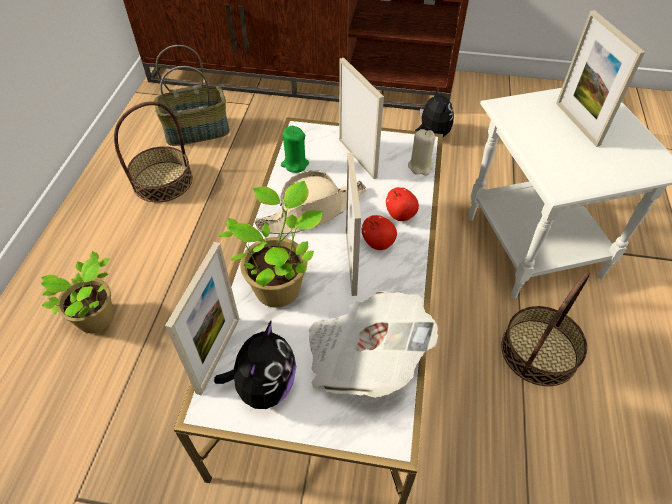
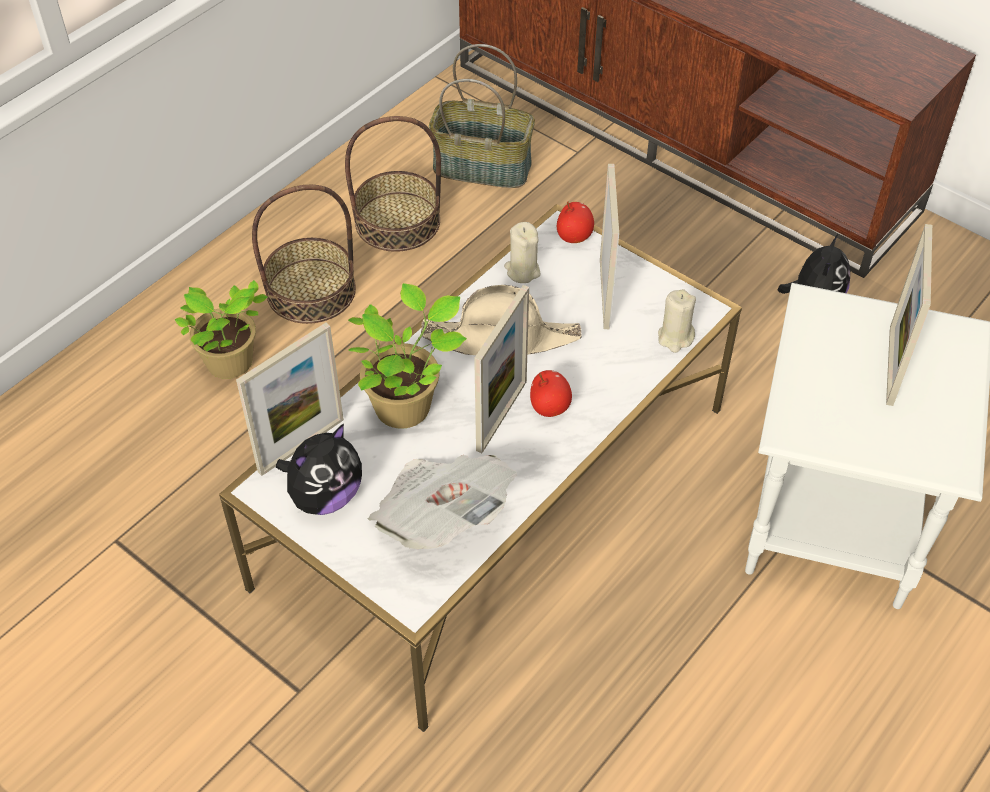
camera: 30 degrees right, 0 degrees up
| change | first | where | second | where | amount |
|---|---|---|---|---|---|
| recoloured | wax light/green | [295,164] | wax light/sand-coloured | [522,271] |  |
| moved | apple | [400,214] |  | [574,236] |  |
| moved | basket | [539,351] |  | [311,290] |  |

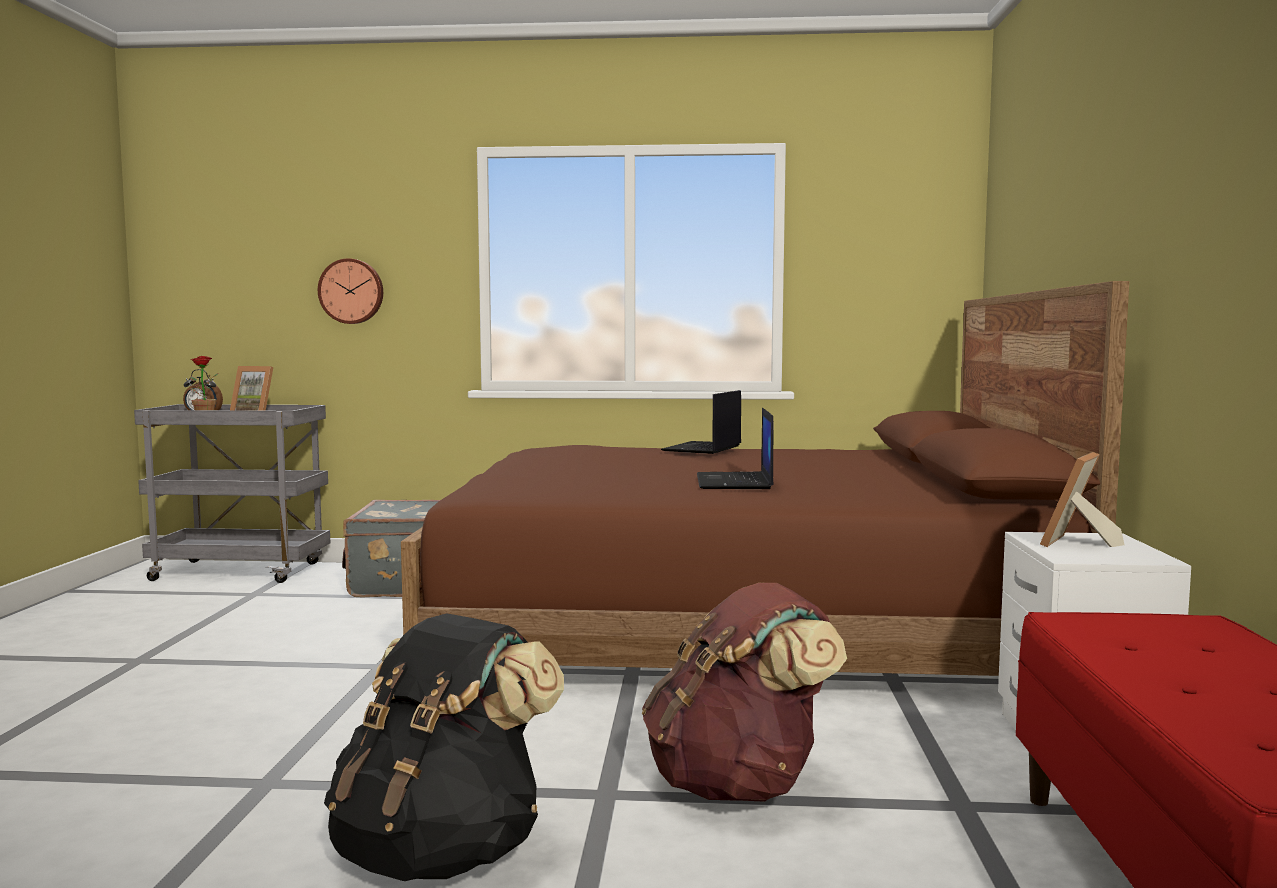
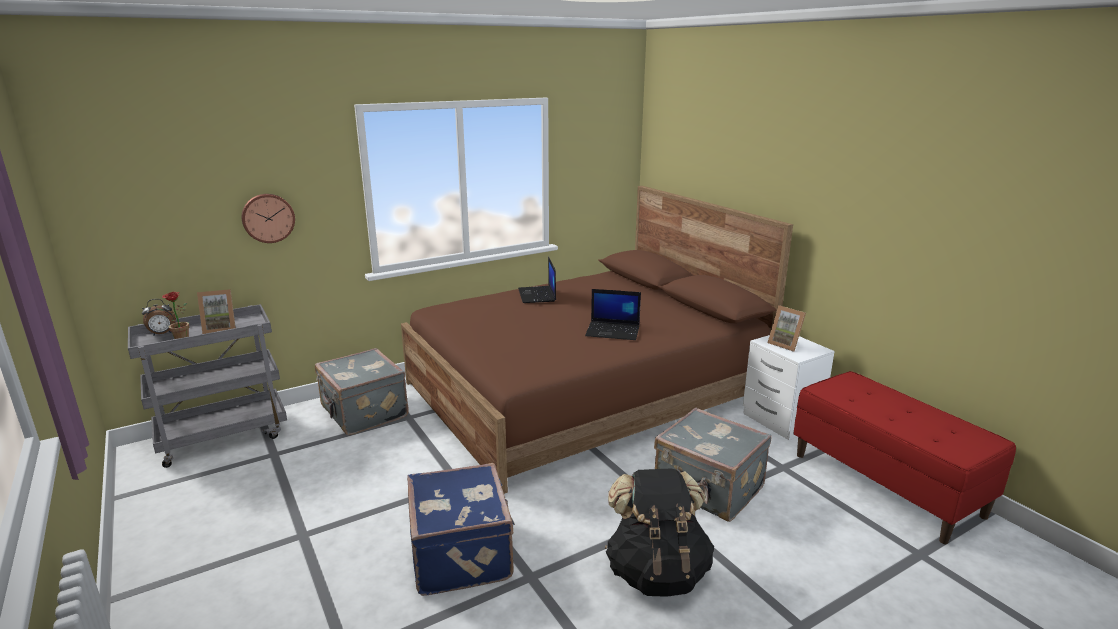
camera: 35 degrees left, 15 degrees up
| change | first | where | second | where | amount |
|---|---|---|---|---|---|
| turned | notebook computer | [735,482] |  | [613,331] | 45 degrees counterclockwise |
| turned | picture frame | [1077,544] |  | [785,344] | 45 degrees counterclockwise |
| replaced | rucksack/brown-coloured | [739,784] | piece of luggage/gray | [708,489] |  |
| added |  |  | piece of luggage/blue | [463,553] |  |

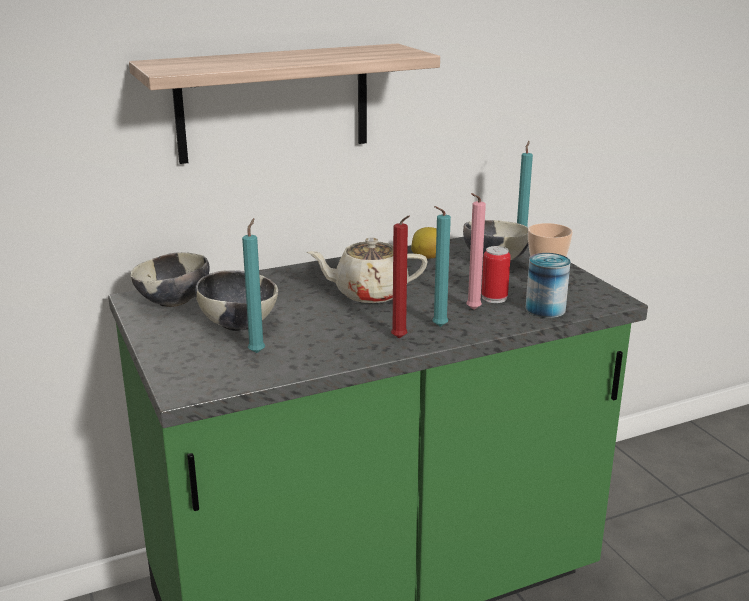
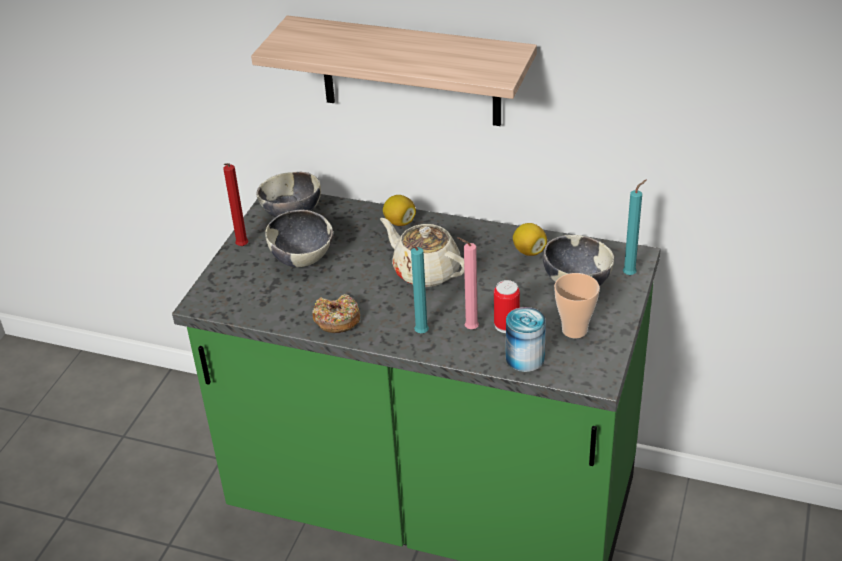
camera: 45 degrees right, 15 degrees up
| change | first | where | second | where | amount |
|---|---|---|---|---|---|
| moved | wax light/red-coloured | [400,339] |  | [241,247] |  |
| removed | wax light/blue-green | [258,351] |  |  |  |
| added |  |  | citrus fruit | [399,222] |  |
| added |  |  | ring doughnut | [336,320] |  |

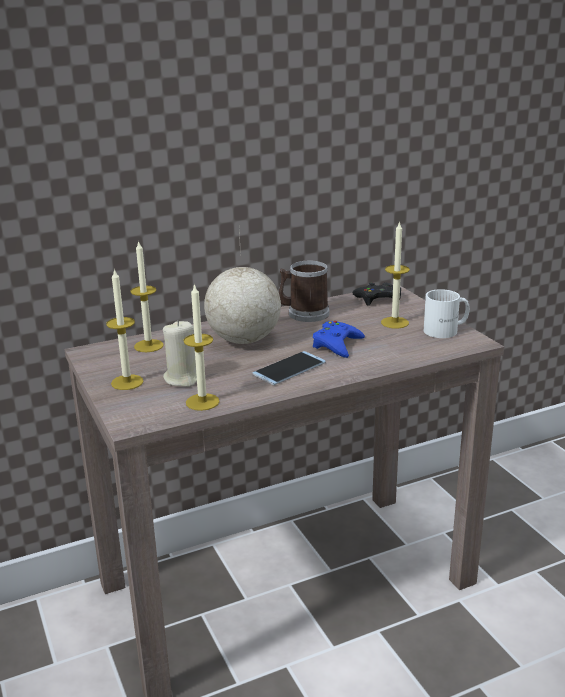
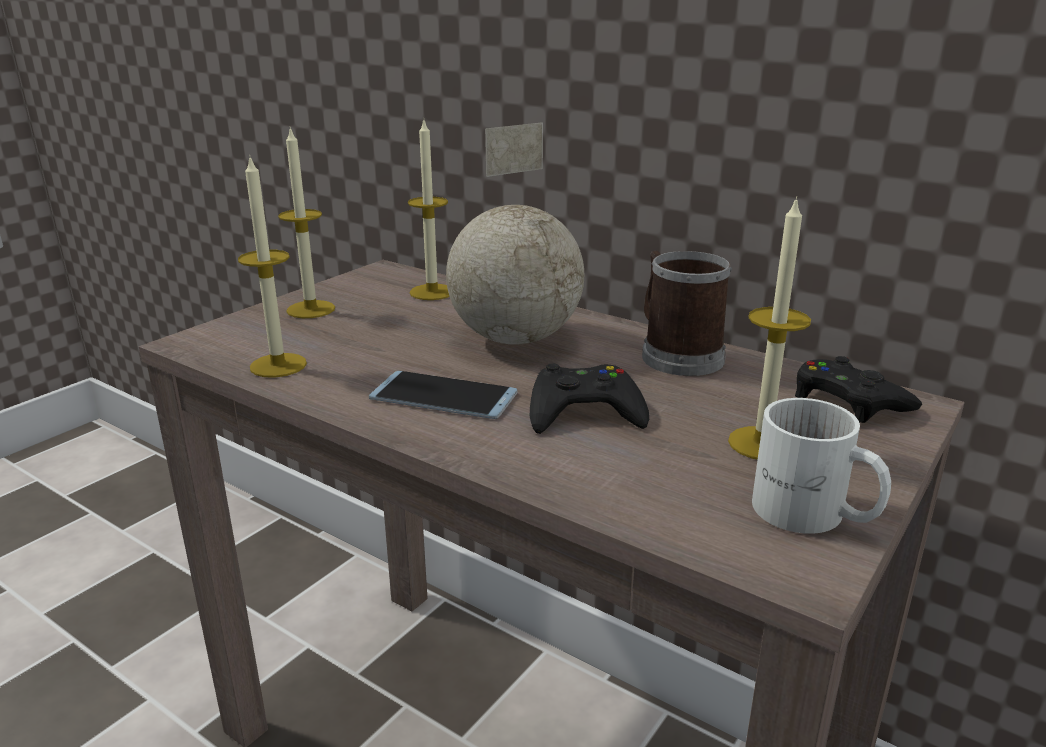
camera: 60 degrees right, 0 degrees up
| change | first | where | second | where | amount |
|---|---|---|---|---|---|
| removed | wax light/sand-coloured | [183,379] |  |  |  |
| recoloured | joypad/blue | [337,344] | joypad/blackish | [584,412] |  |

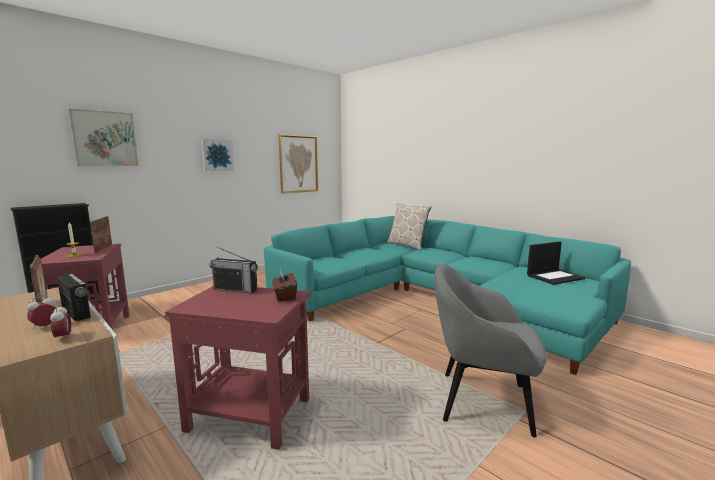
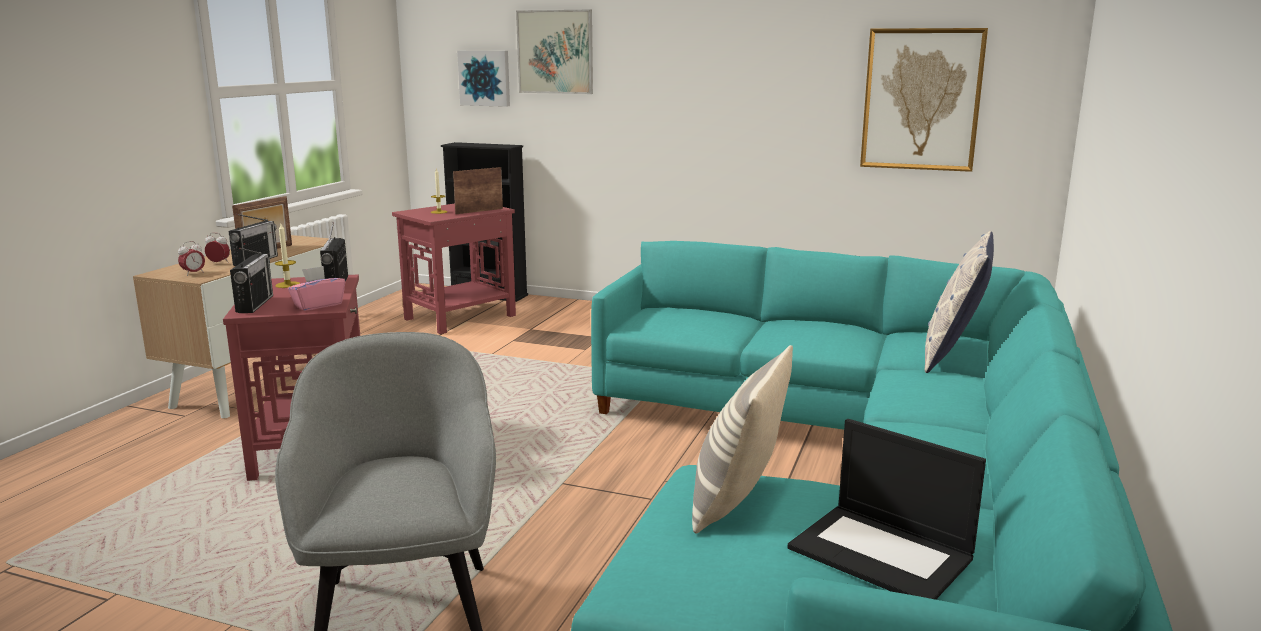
camera: 65 degrees right, 5 degrees up
| change | first | where | second | where | amount |
|---|---|---|---|---|---|
| moved | picture | [217,155] |  | [485,78] |  |
| recoloured | tissue holder/brown-coloured | [284,296] | tissue holder/pinkish | [318,305] |  |
| added |  |  | wax light | [287,285] |  |
| added |  |  | radio | [255,304] |  |
| added |  |  | pillow | [737,502] |  |

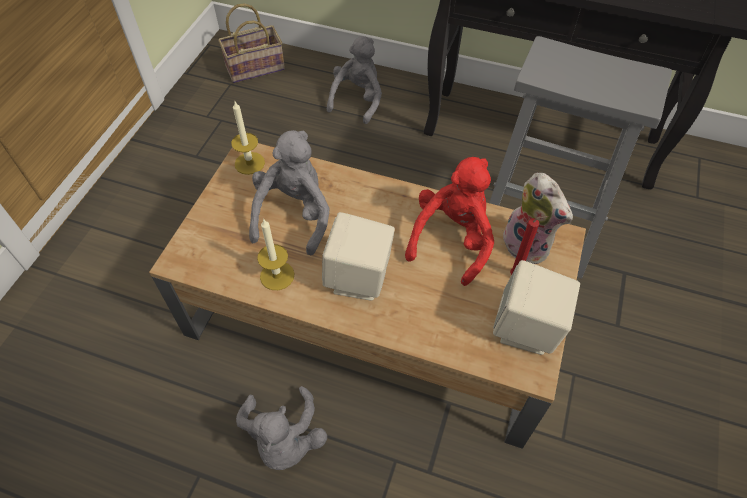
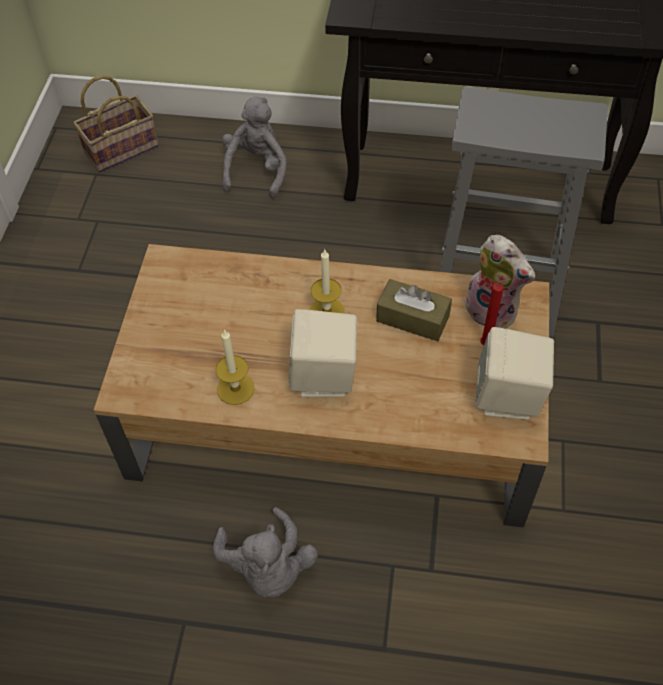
camera: 10 degrees left, 0 degrees up
| change | first | where | second | where | amount |
|---|---|---|---|---|---|
| moved | wax light | [249,163] |  | [326,311] |  |
| removed | cuddly toy/gray | [294,215] |  |  |  |
| replaced | cuddly toy/red-coloured | [452,240] | tissue holder/brown-coloured | [412,318] |  |

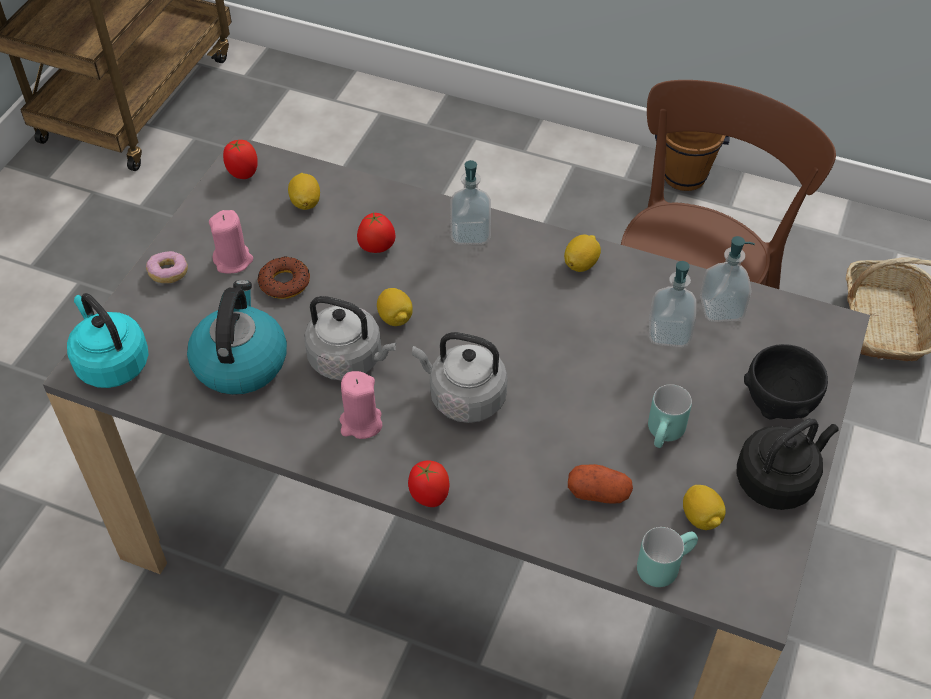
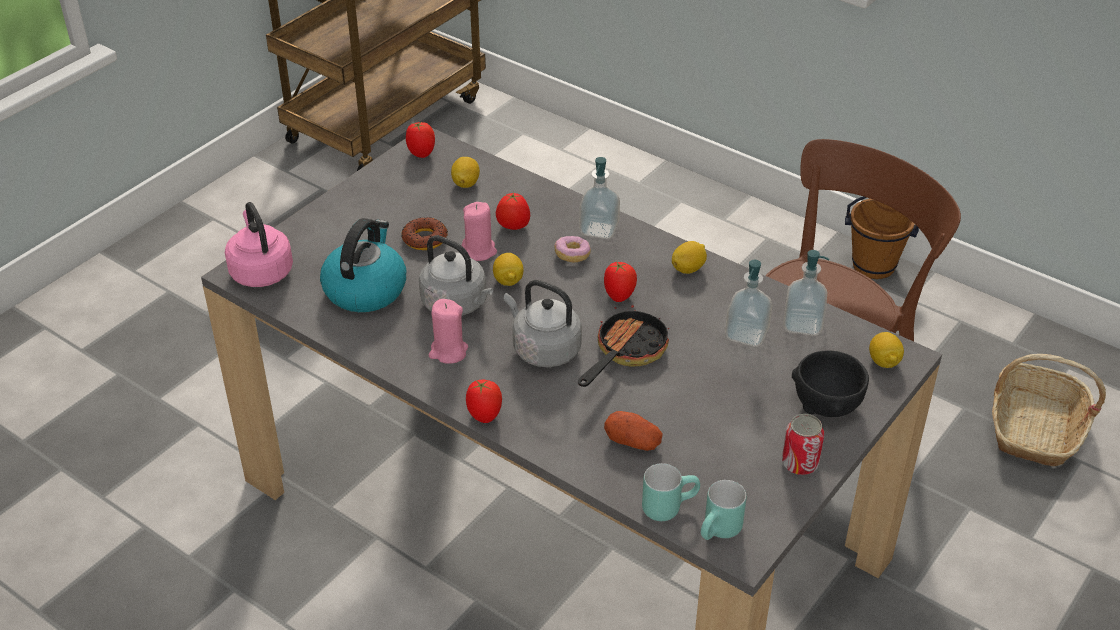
camera: 15 degrees right, 10 degrees down
| change | first | where | second | where | amount |
|---|---|---|---|---|---|
| moved | wax light/pinkish | [233,260] |  | [479,251] |  |
| moved | ring doughnut | [168,273] |  | [572,255] |  |
| recoloured | tea kettle/blue-green | [111,362] | tea kettle/pinkish | [260,271] |  |
| moved | tea mug/blue-green | [666,436] |  | [720,533] |  |
| replaced | tea kettle/blackish | [778,480] | can | [799,463] |  |
| moved | citrus fruit | [701,517] |  | [883,361] |  |
| added |  |  | whole tomato | [619,296] |  |
| added |  |  | pan | [626,352] |  |

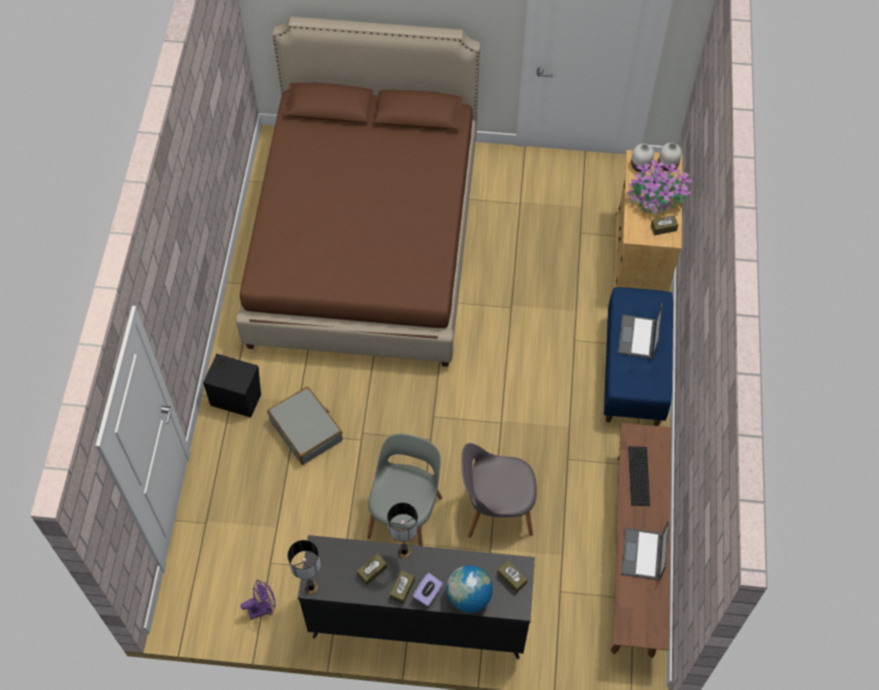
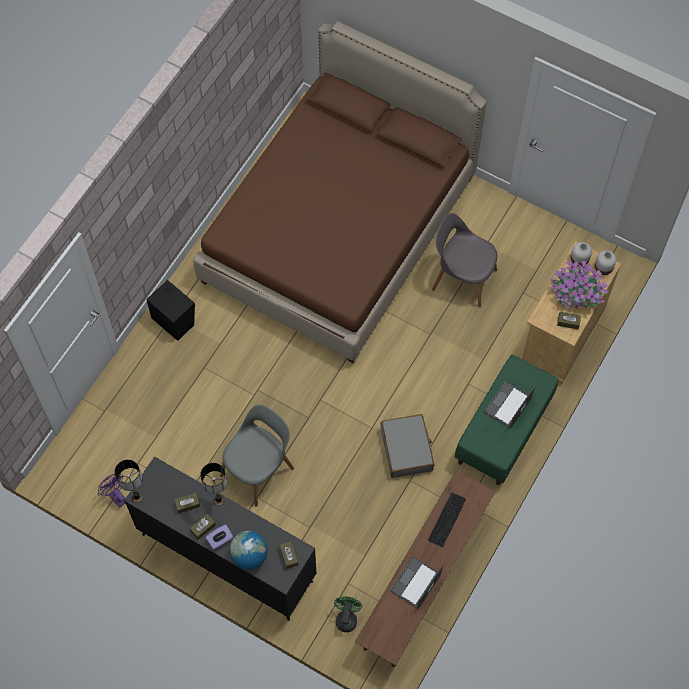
camera: 25 degrees right, 5 degrees up
| change | first | where | second | where | amount |
|---|---|---|---|---|---|
| recoloured | indoor bench/blue | [634,372] | indoor bench/green | [503,431] |  |
| moved | piece of luggage/gray | [306,430] |  | [407,449] |  |
| moved | plain chair/gray | [496,509] |  | [462,278] |  |
| turned | electric fan/purple-coloured | [263,608] |  | [116,496] | 135 degrees counterclockwise |
| added |  |  | electric fan/green | [346,618] |  |

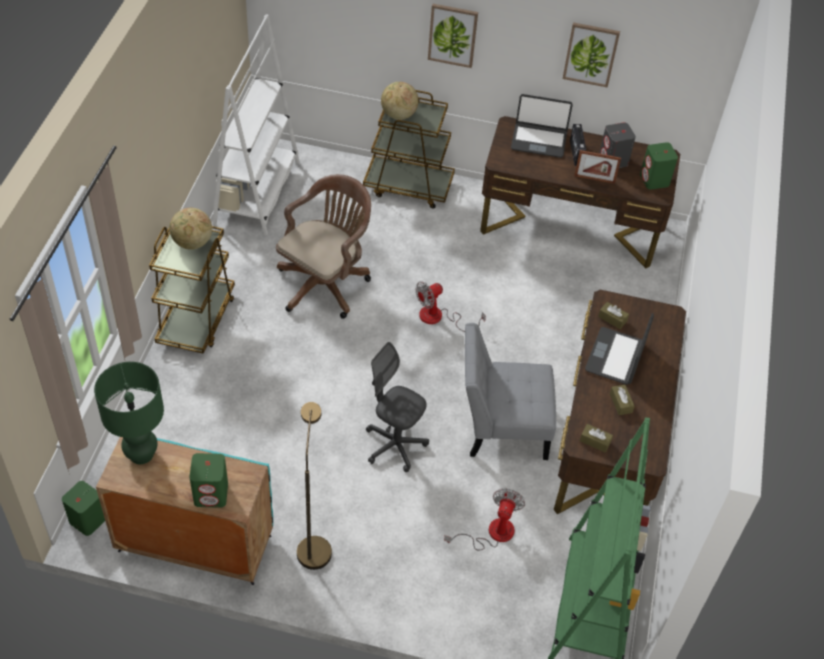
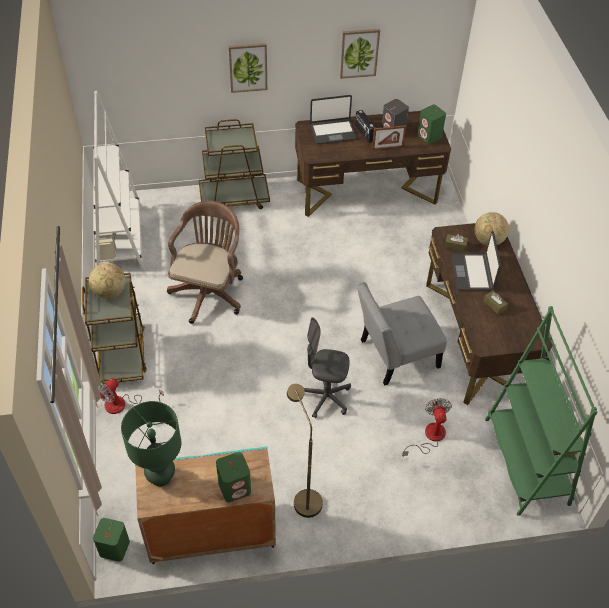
camera: 20 degrees left, 0 degrees up
| change | first | where | second | where | amount |
|---|---|---|---|---|---|
| moved | desk globe | [398,115] |  | [488,240] |  |
| moved | electric fan | [439,318] |  | [123,405] |  |
| removed | tissue holder/brown-coloured | [595,441] |  |  |  |

